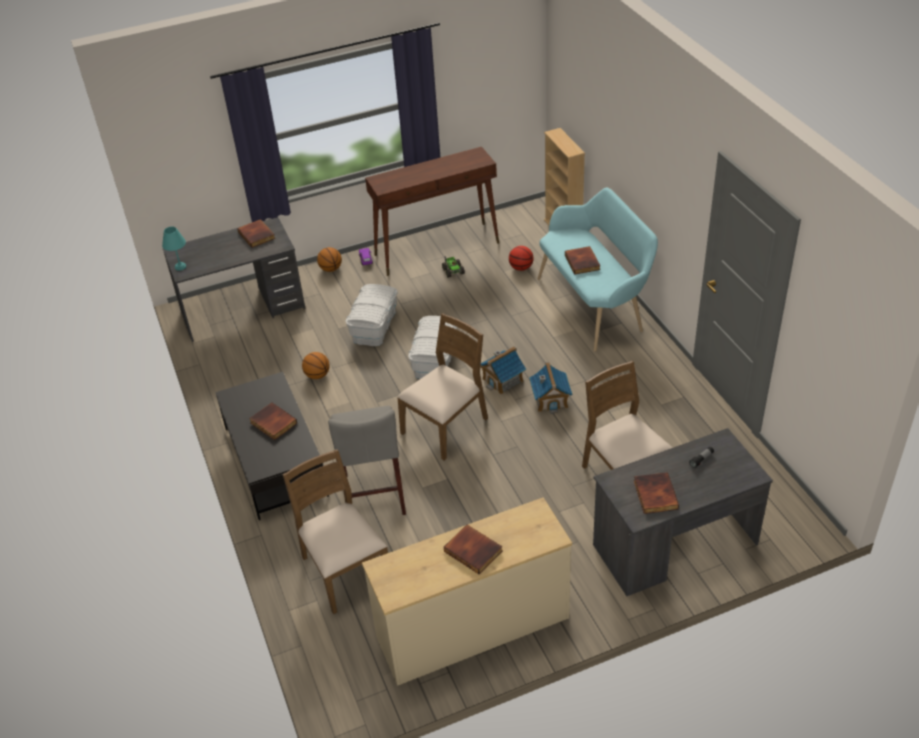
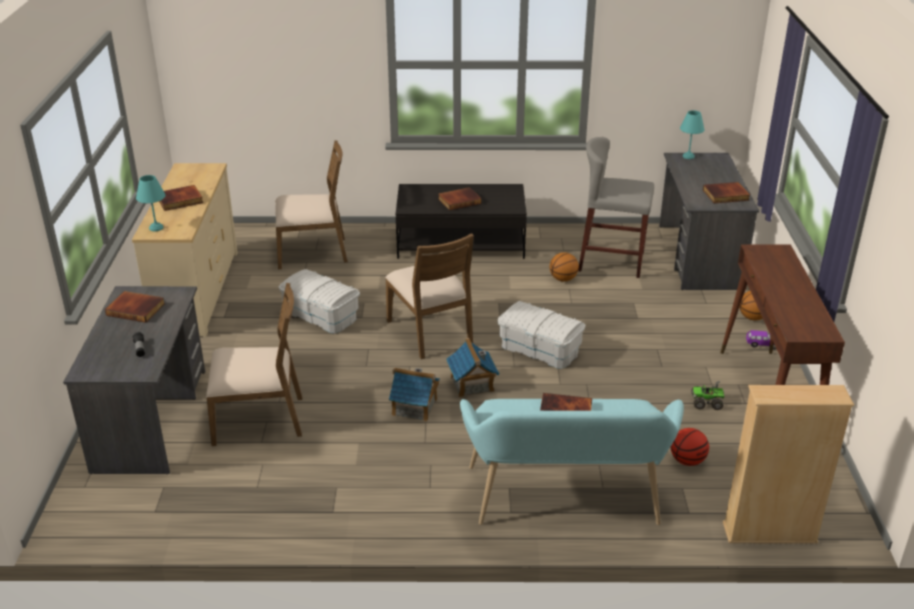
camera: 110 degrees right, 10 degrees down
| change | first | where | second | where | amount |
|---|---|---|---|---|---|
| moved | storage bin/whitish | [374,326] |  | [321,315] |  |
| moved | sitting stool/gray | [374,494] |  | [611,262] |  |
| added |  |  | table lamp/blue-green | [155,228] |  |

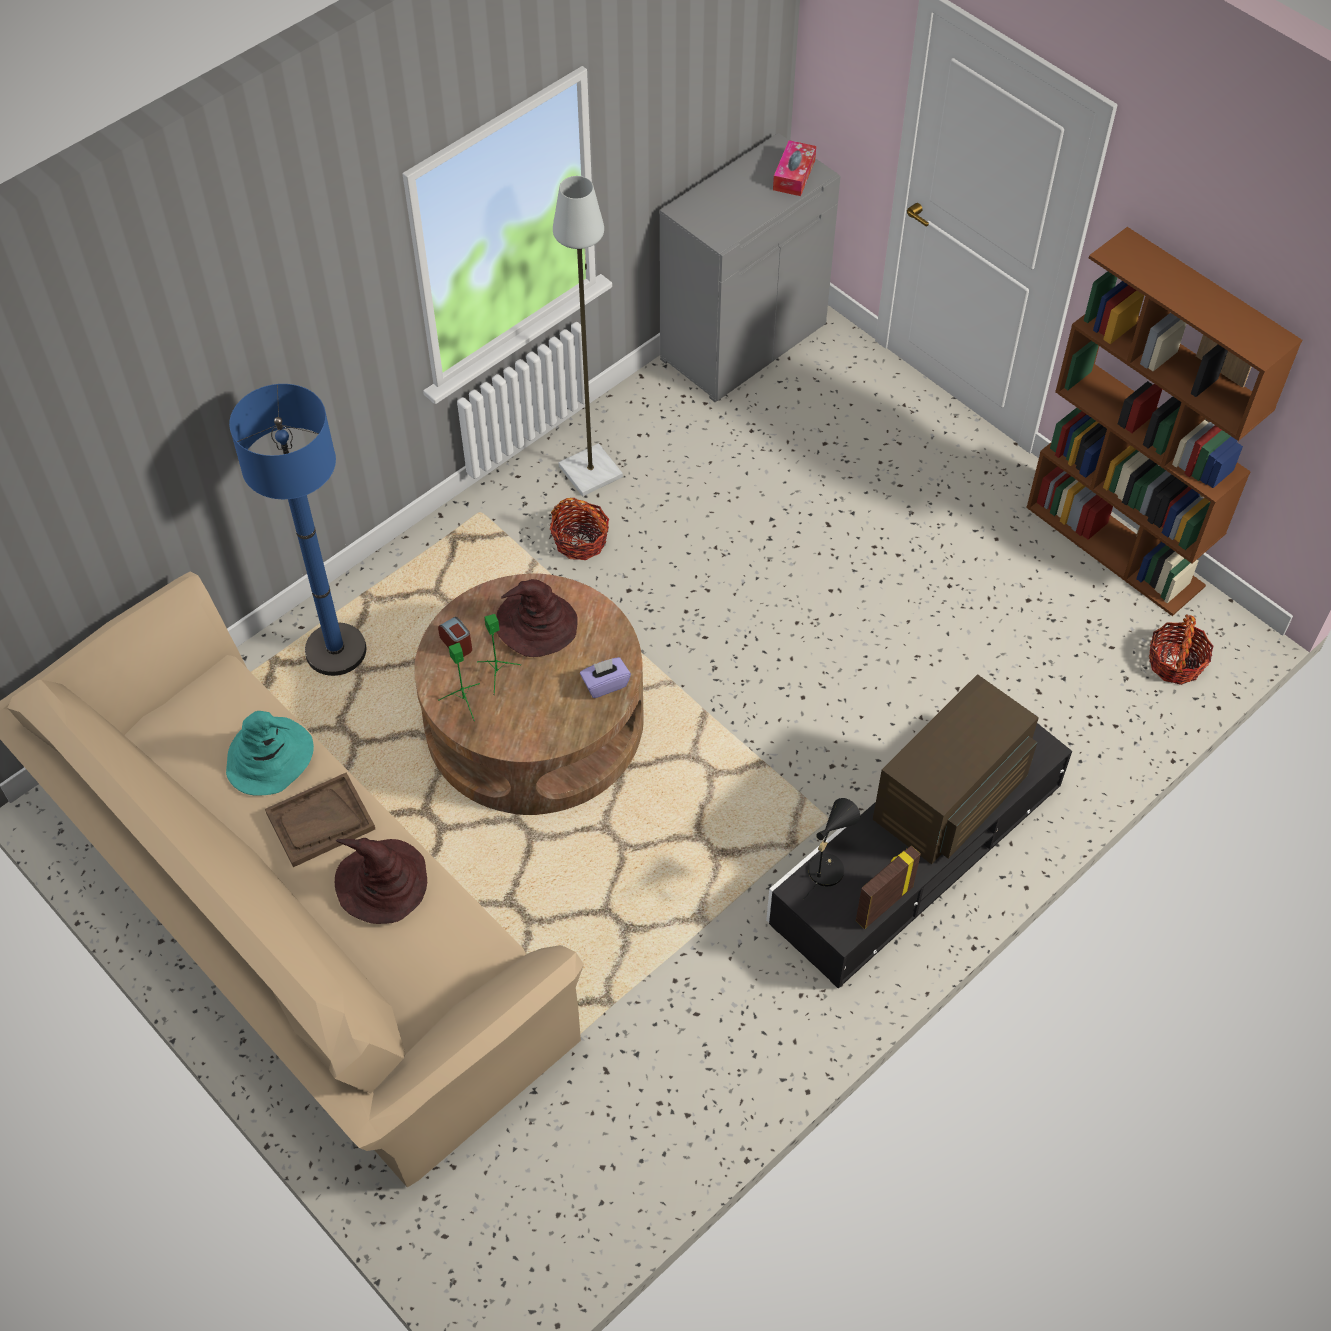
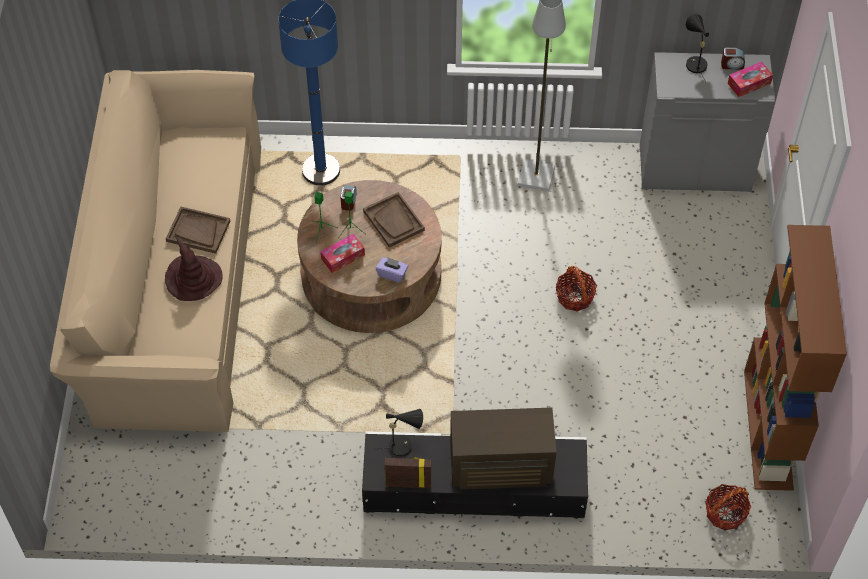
camera: 45 degrees right, 0 degrees up
| change | first | where | second | where | amount |
|---|---|---|---|---|---|
| moved | basket | [580,541] |  | [575,297] |  |
| replaced | clothing hat/brown-coloured | [535,624] | serving tray/brown-coloured | [394,221] |  |
| removed | clothing hat/blue-green | [270,757] |  |  |  |
| added |  |  | table lamp/blackish | [694,63] |  |
| added |  |  | alarm clock | [732,65] |  |
| added |  |  | tissue holder | [343,257] |  |

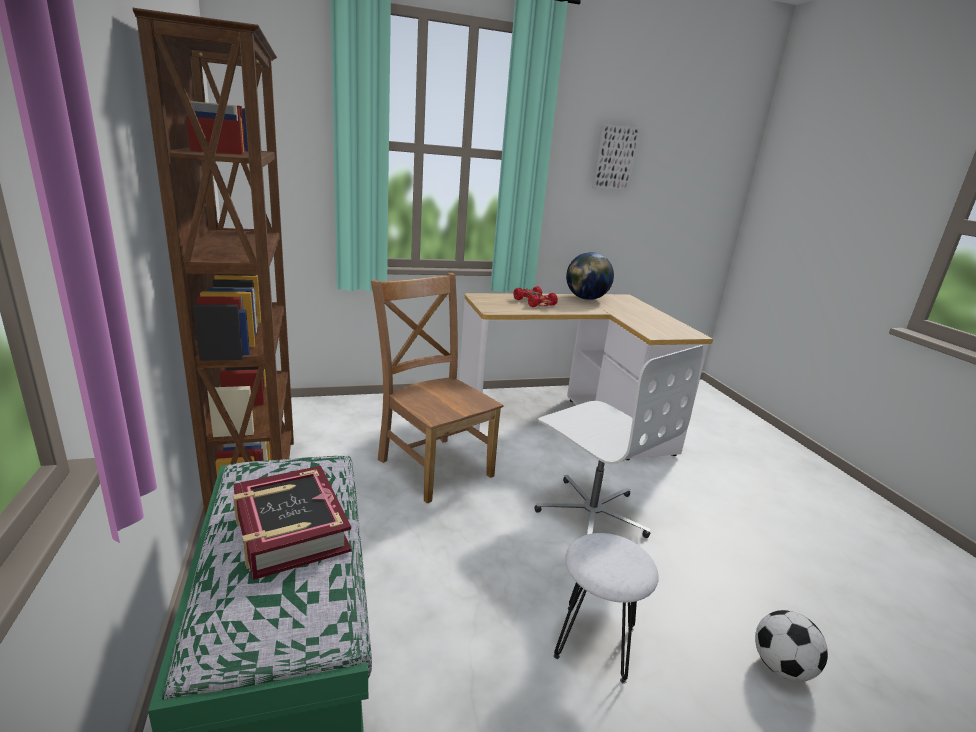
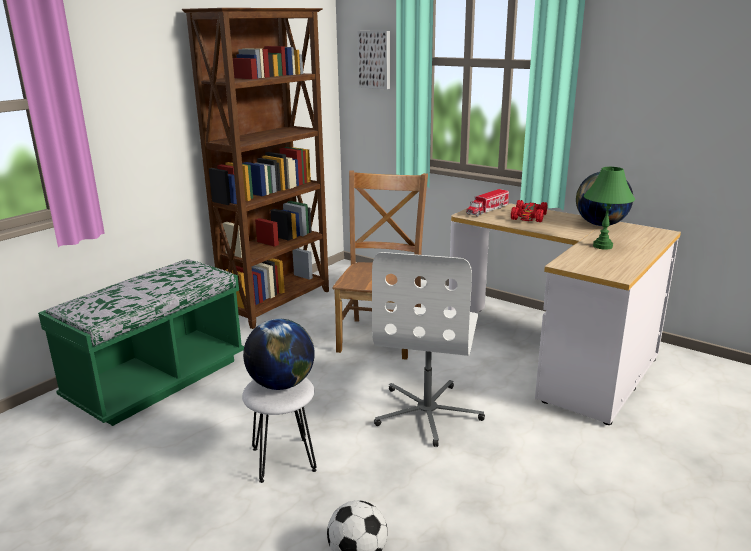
camera: 55 degrees right, 0 degrees up
| change | first | where | second | where | amount |
|---|---|---|---|---|---|
| moved | picture | [614,158] |  | [375,59] |  |
| removed | volume | [289,529] |  |  |  |
| added |  |  | table lamp/green | [602,246] |  |
| added |  |  | toy truck | [487,210] |  |
| added |  |  | desk globe | [281,384] |  |

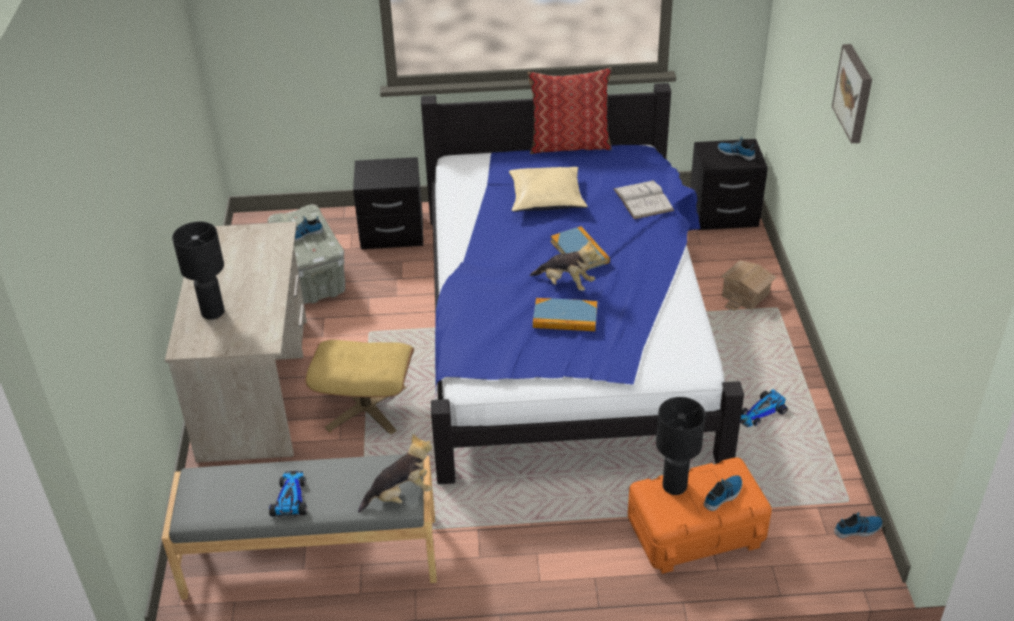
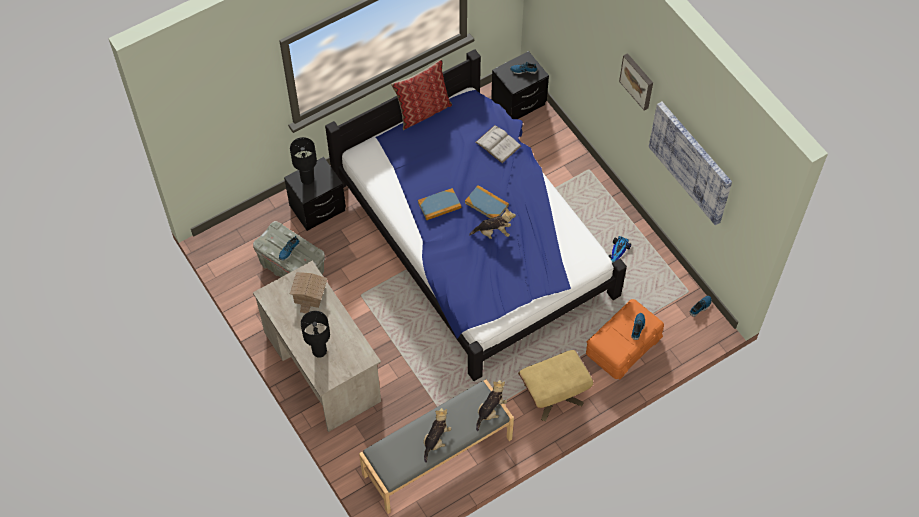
camera: 30 degrees left, 20 degrees up
| change | first | where | second | where | amount |
|---|---|---|---|---|---|
| removed | pillow/sand-coloured | [547,198] |  |  |  |
| moved | model house | [744,294] |  | [309,294] |  |
| moved | volume | [565,317] |  | [439,205] |  |
| moved | ottoman/sand-coloured | [366,408] |  | [553,394] |  |
| moved | table lamp/blackish | [675,486] |  | [307,179] |  |
| replaced | toy car | [290,498] | cuddly toy | [436,440] |  |
| added |  |  | picture | [691,162] |  |

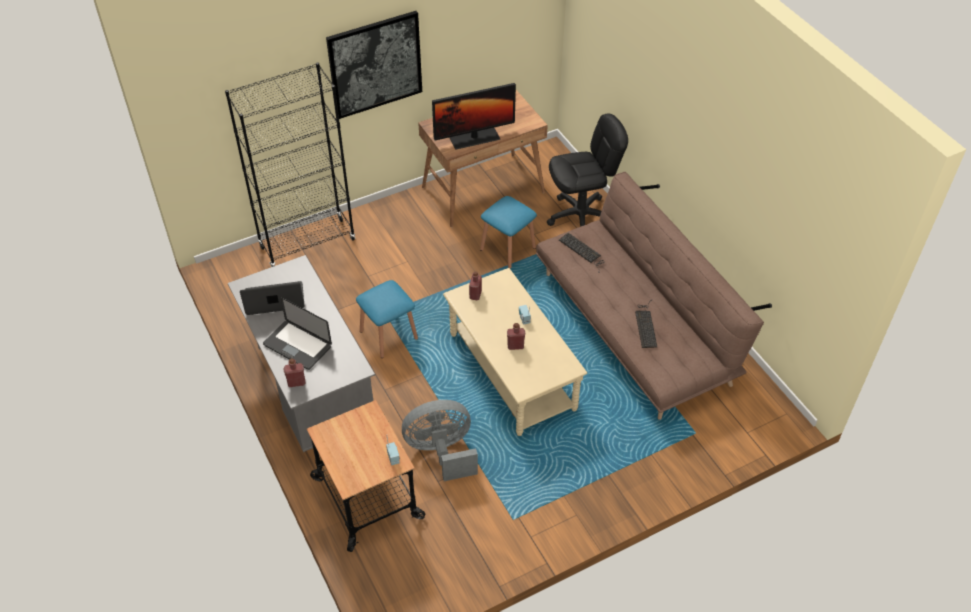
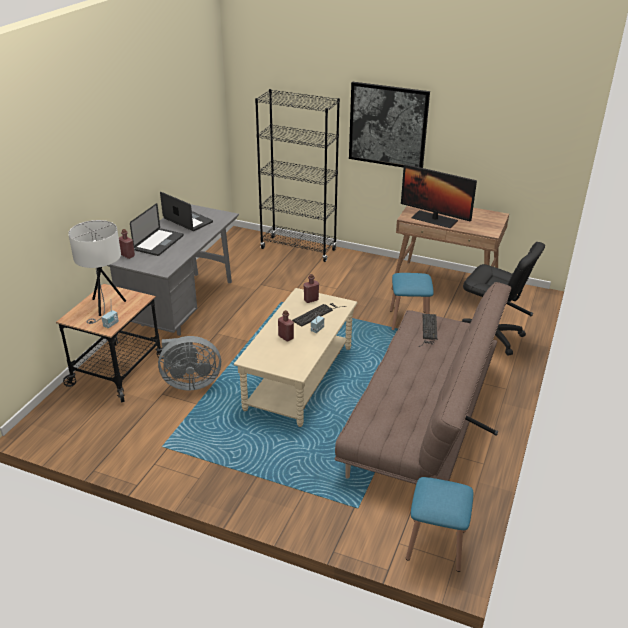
camera: 50 degrees right, 15 degrees down
| change | first | where | second | where | amount |
|---|---|---|---|---|---|
| moved | sitting stool/blue | [388,335] |  | [436,544] |  |
| turned | notebook computer | [297,346] |  | [159,243] | 150 degrees counterclockwise |
| moved | computer keyboard | [646,324] |  | [317,313] |  |
| turned | electric fan/gray | [441,452] |  | [190,382] | 135 degrees clockwise |
| added |  |  | table lamp/whitish | [105,307] |  |

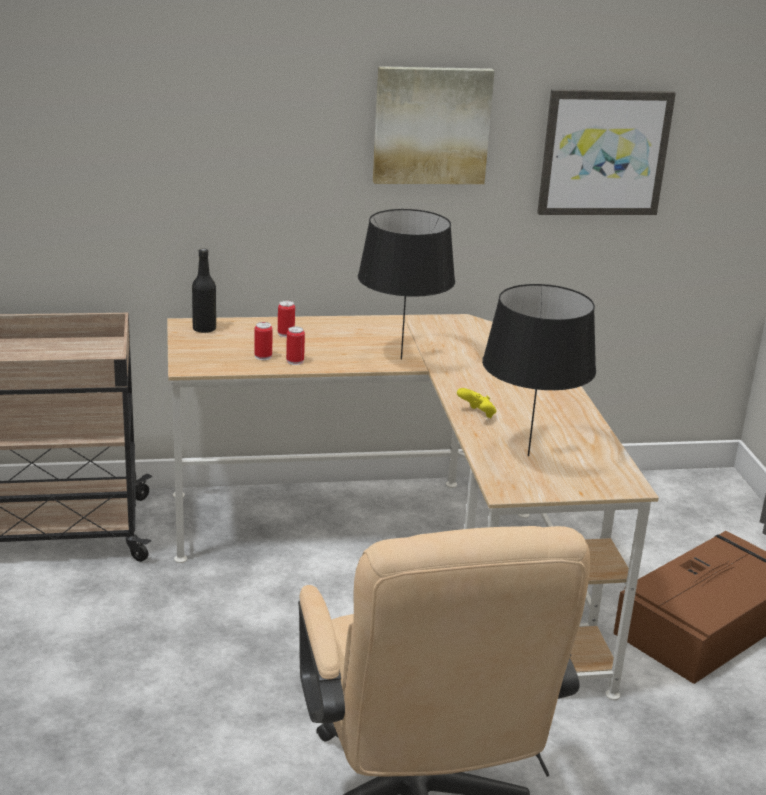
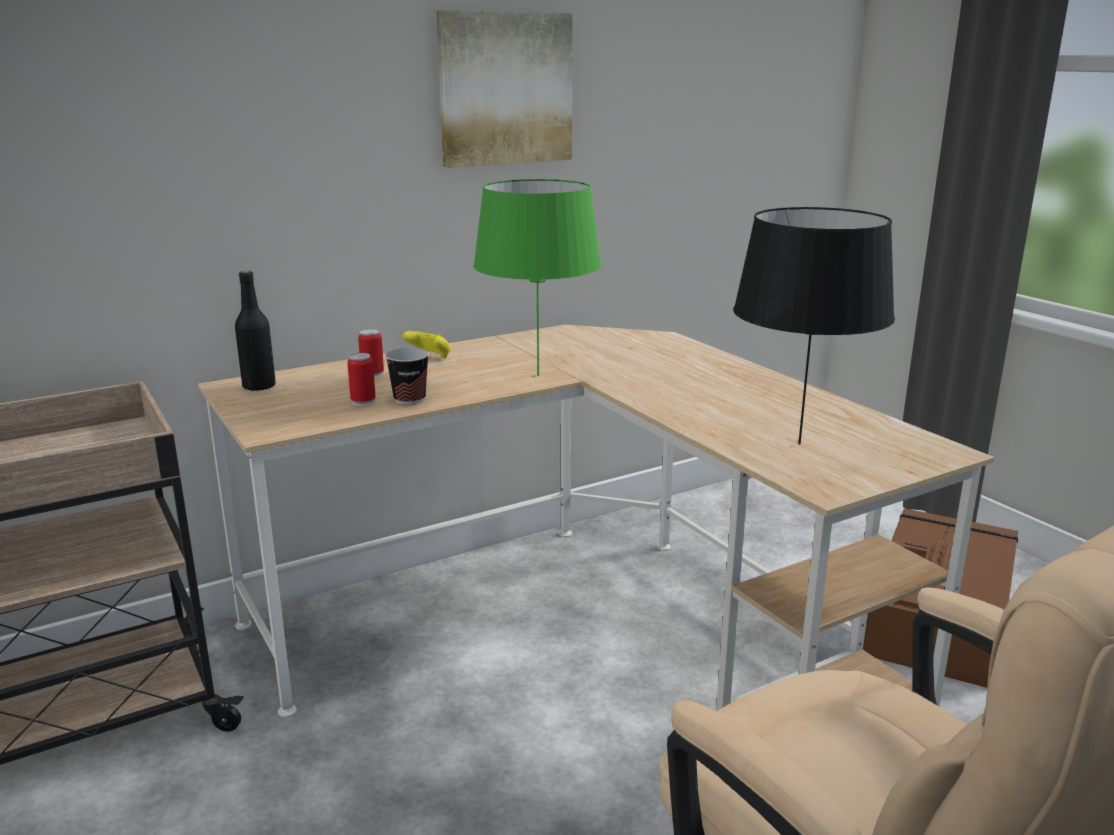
camera: 20 degrees left, 5 degrees down
| change | first | where | second | where | amount |
|---|---|---|---|---|---|
| removed | picture | [604,152] |  |  |  |
| recoloured | table lamp/blackish | [401,359] | table lamp/green | [537,375] |  |
| replaced | can | [295,361] | drinking cup | [409,399] |  |
| moved | joypad/yellow | [477,415] |  | [430,358] |  |

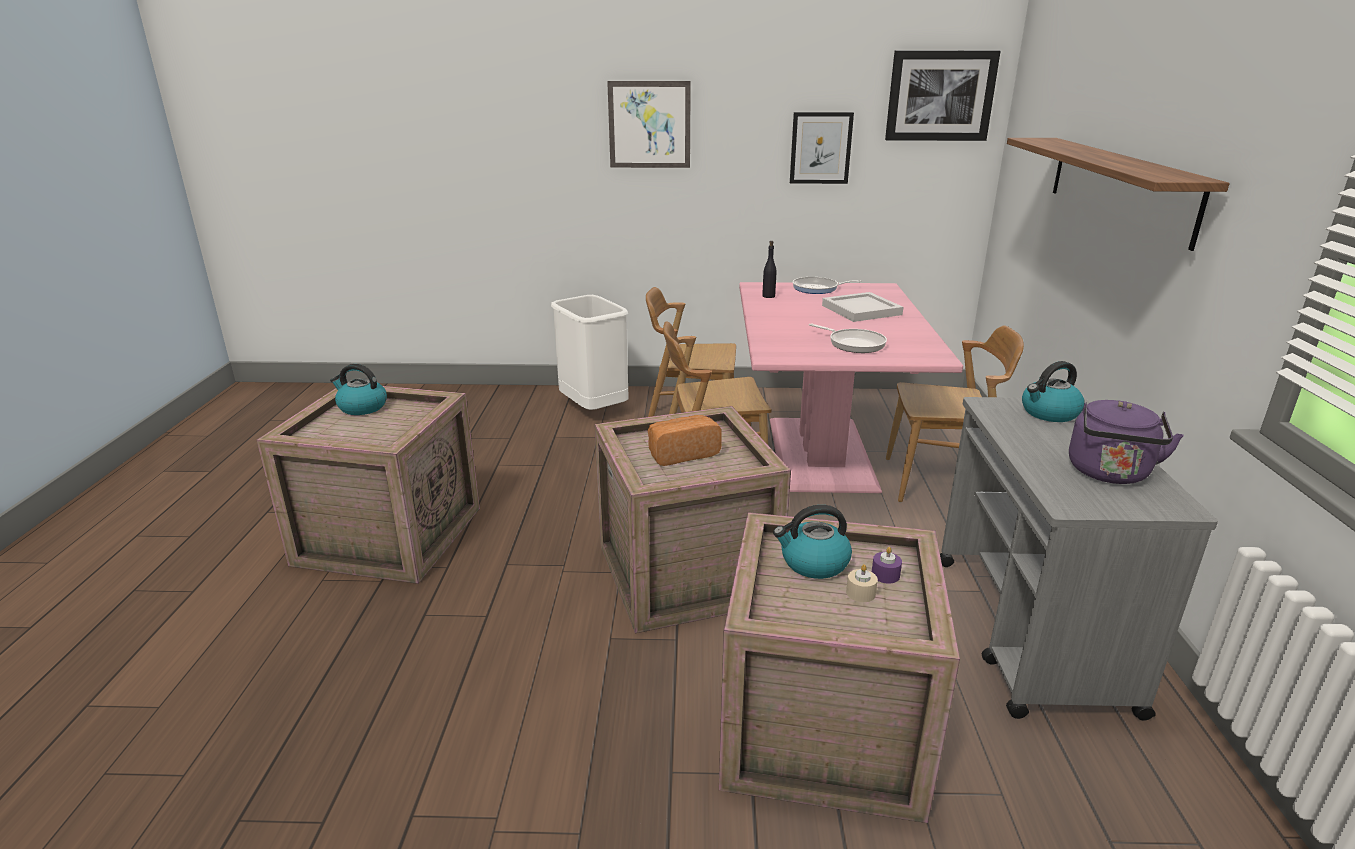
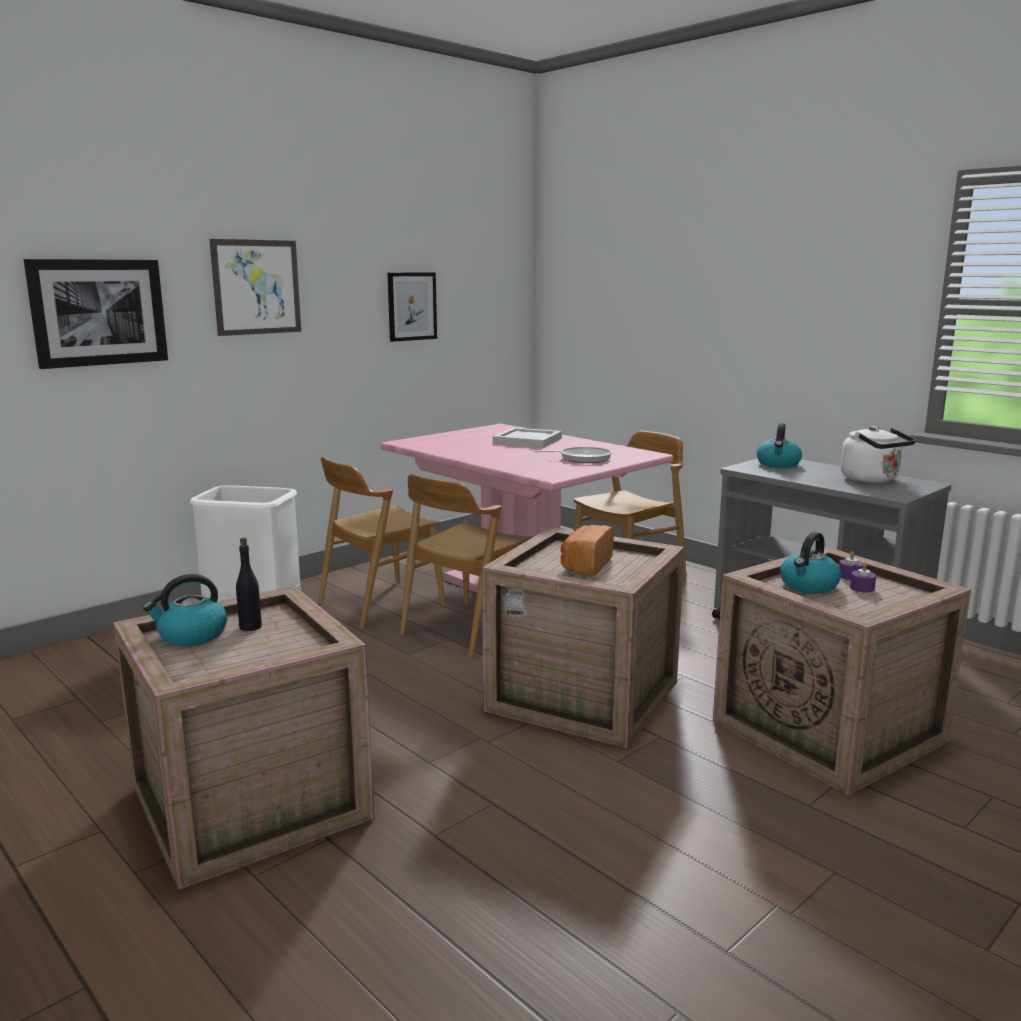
camera: 45 degrees left, 10 degrees down
| change | first | where | second | where | amount |
|---|---|---|---|---|---|
| moved | picture | [940,96] |  | [99,312] |  |
| removed | shelf | [1119,186] |  |  |  |
| moved | beverage bottle/blackish | [768,296] |  | [250,627] |  |
| removed | pan | [818,288] |  |  |  |
| recoloured | tea kettle/purple-coloured | [1109,474] | tea kettle/whitish | [872,480] |  |
| recoloured | wax light/sand-coloured | [860,593] | wax light/purple-coloured | [862,588] |  |

